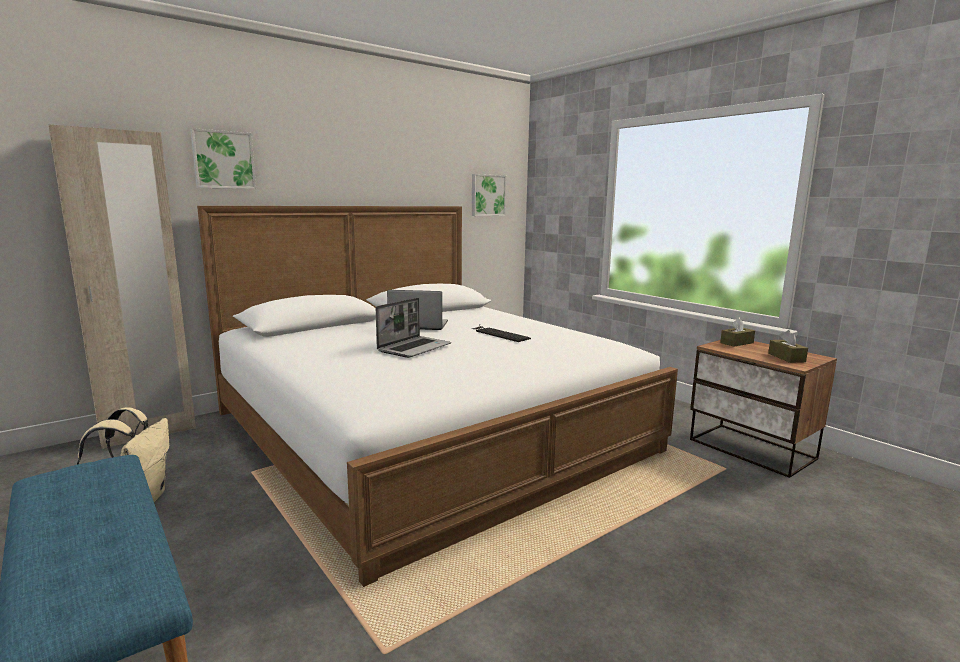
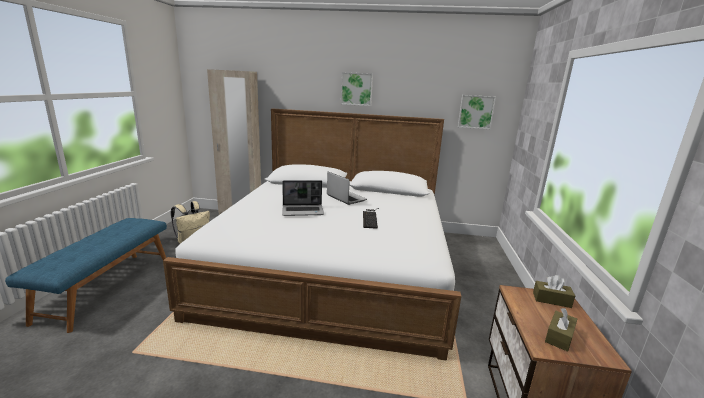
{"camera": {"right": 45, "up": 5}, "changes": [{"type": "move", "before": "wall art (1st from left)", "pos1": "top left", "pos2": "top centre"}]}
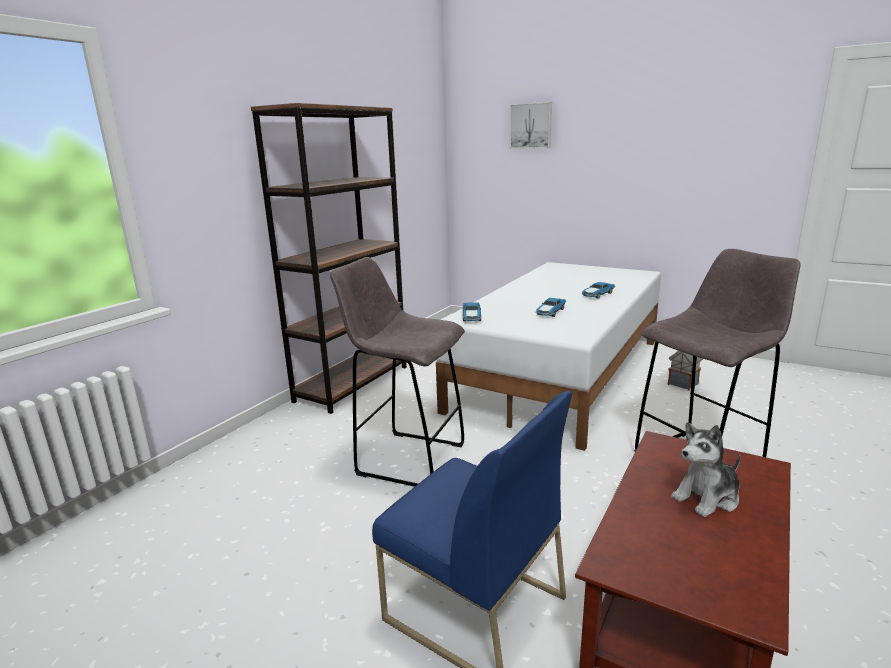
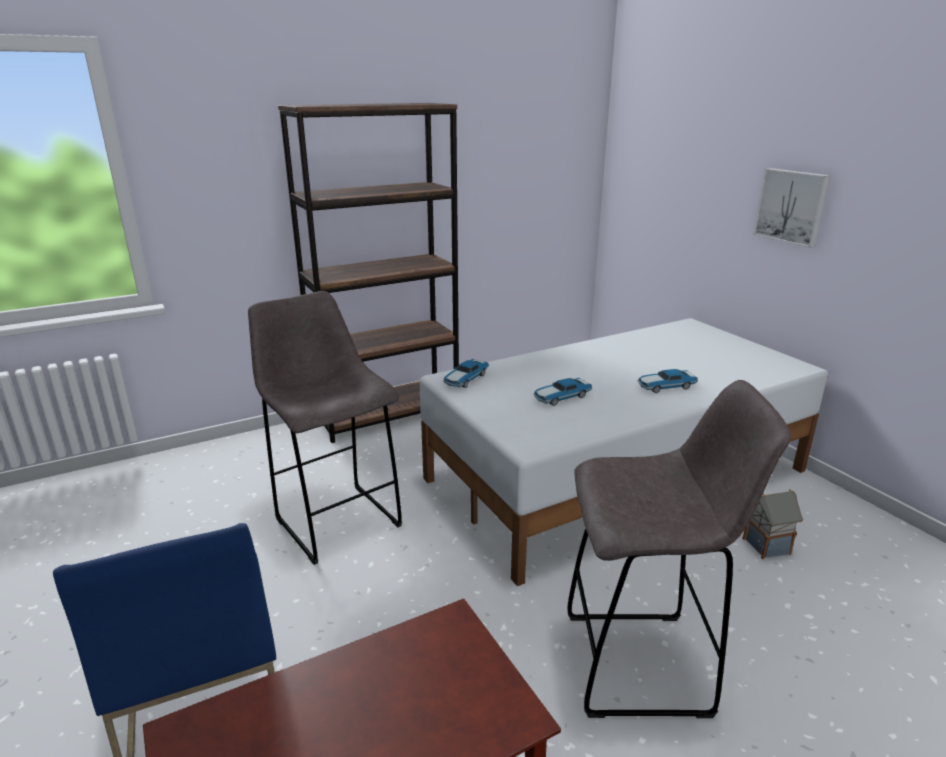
{"camera": {"right": 30, "up": 5}, "changes": [{"type": "move", "before": "wall art", "pos1": "top centre", "pos2": "top right"}, {"type": "delete", "before": "cuddly toy", "pos1": "bottom right"}]}
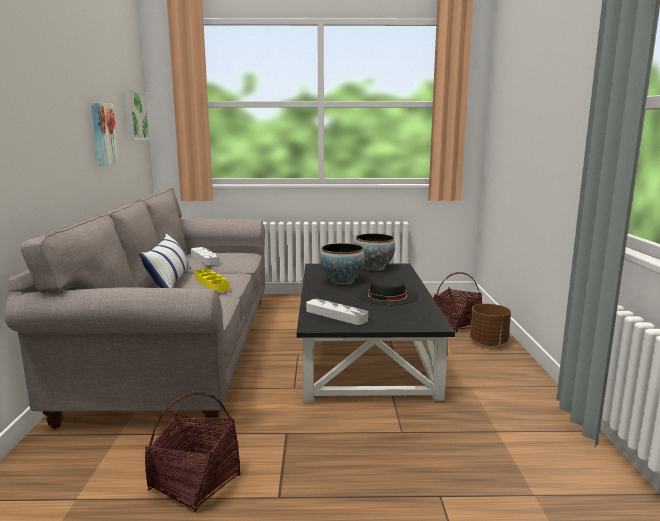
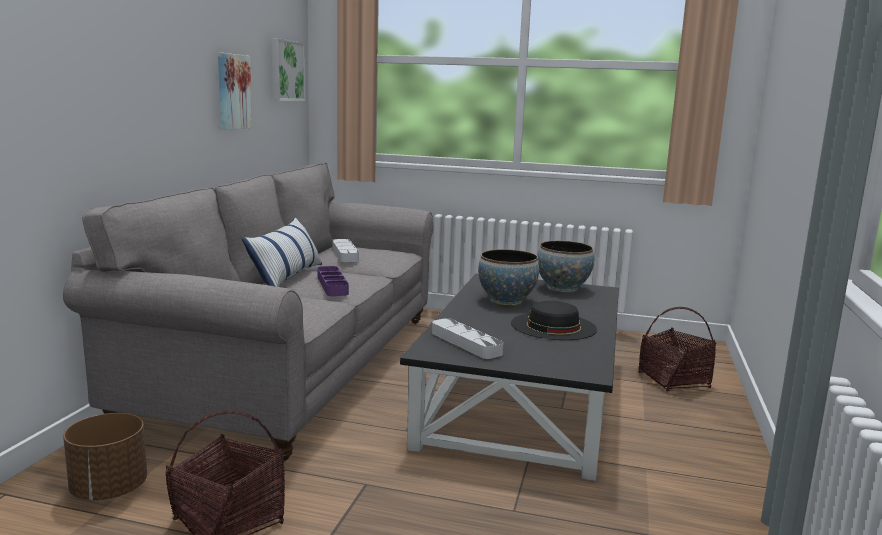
{"camera": {"right": 15, "up": 0}, "changes": [{"type": "move", "before": "flower pot/brownish", "pos1": "middle right", "pos2": "bottom left"}, {"type": "recolor", "before": "carrying tray/yellow", "after": "carrying tray/purple", "pos1": "middle left", "pos2": "centre"}]}
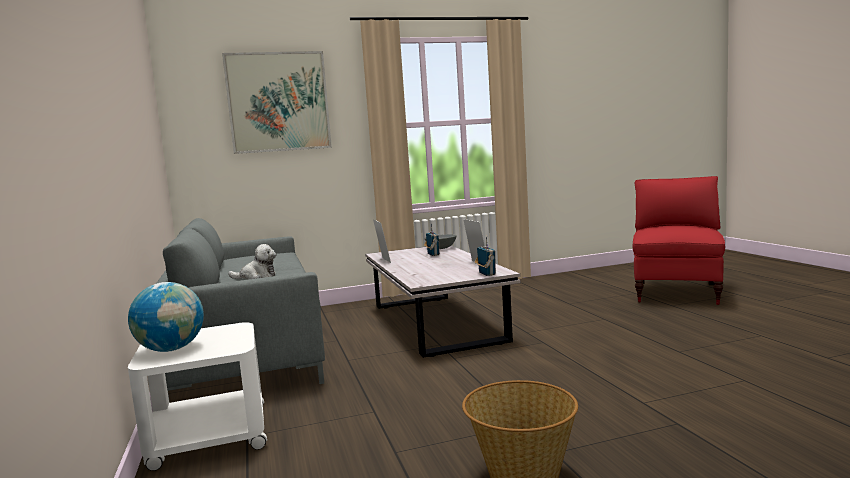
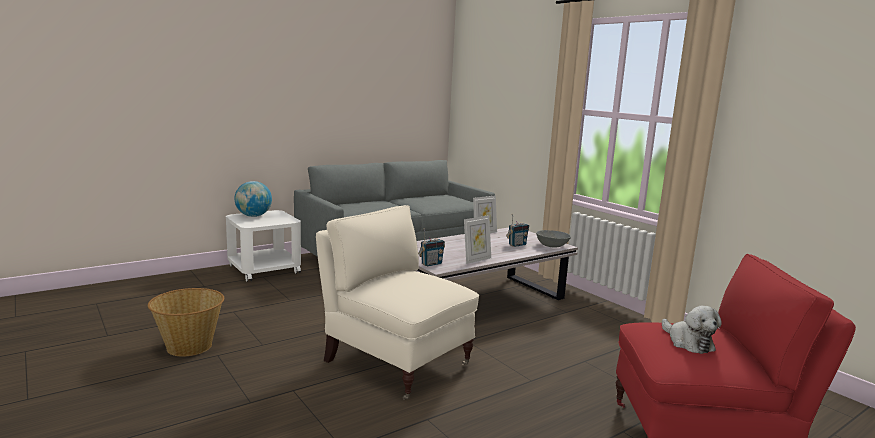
{"camera": {"right": 70, "up": 5}, "changes": [{"type": "insert", "after": "lounge chair/beige", "pos2": "bottom centre"}, {"type": "move", "before": "cuddly toy", "pos1": "middle left", "pos2": "bottom right"}, {"type": "delete", "before": "wall art", "pos1": "top left"}]}
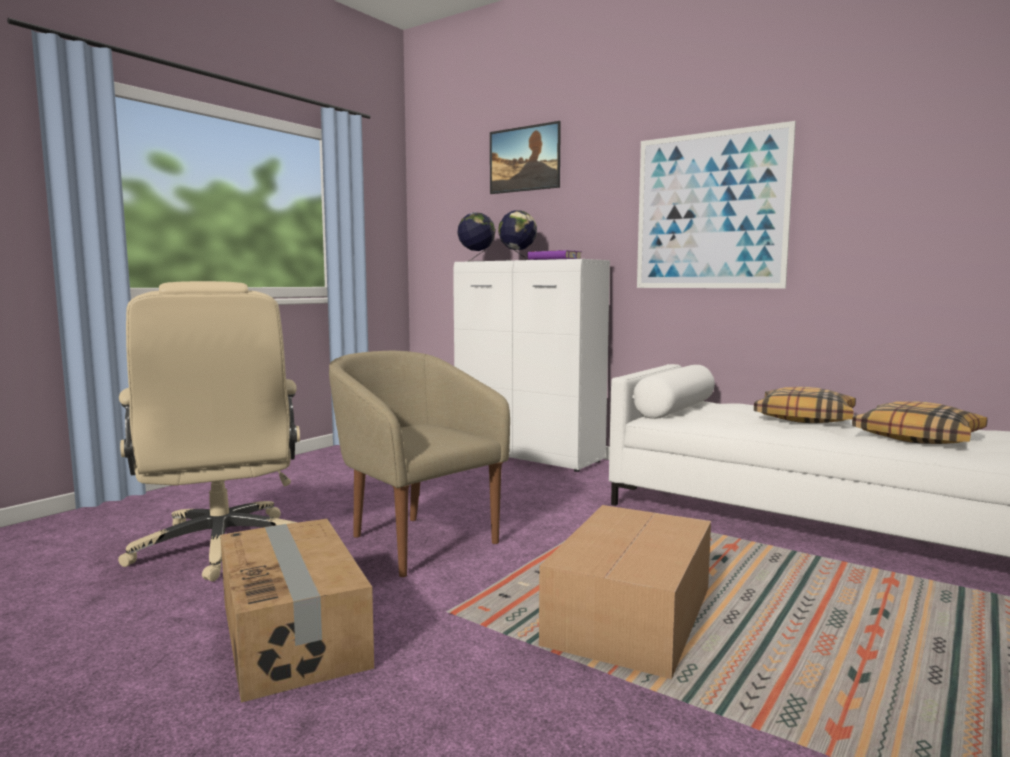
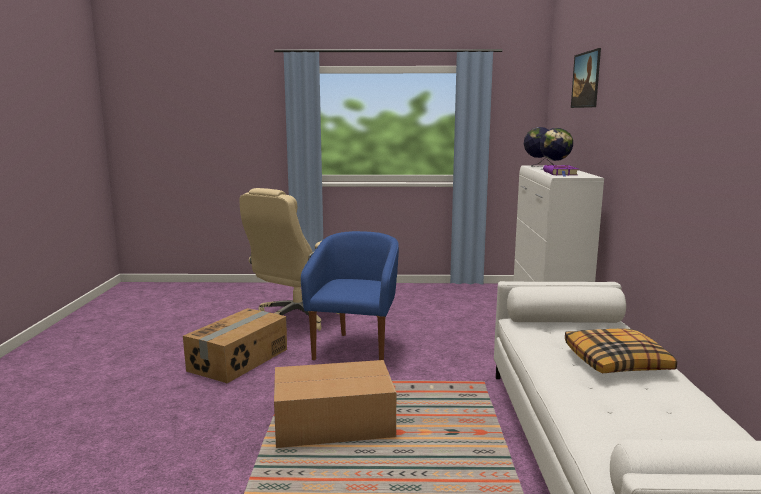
{"camera": {"right": 55, "up": 5}, "changes": [{"type": "recolor", "before": "lounge chair/beige", "after": "lounge chair/blue", "pos1": "centre", "pos2": "centre"}, {"type": "delete", "before": "wall art (2nd from left)", "pos1": "top right"}, {"type": "delete", "before": "pillow (2nd from left)", "pos1": "middle right"}]}
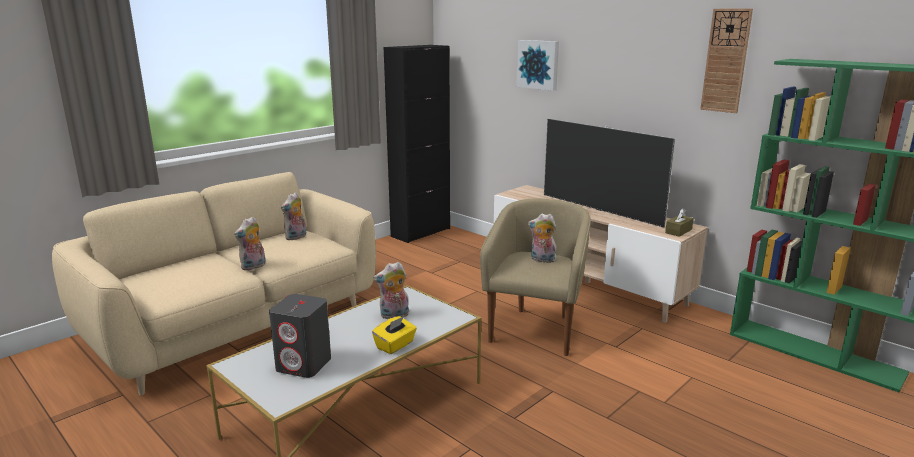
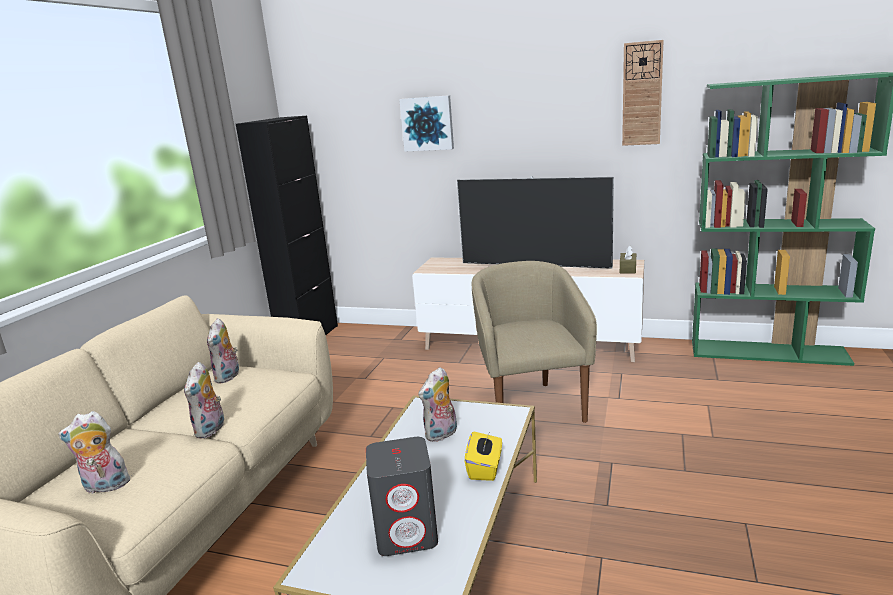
{"camera": {"right": -25, "up": 0}, "changes": [{"type": "move", "before": "cuddly toy (4th from left in the first image)", "after": "cuddly toy (1st from left)", "pos1": "centre", "pos2": "bottom left"}]}
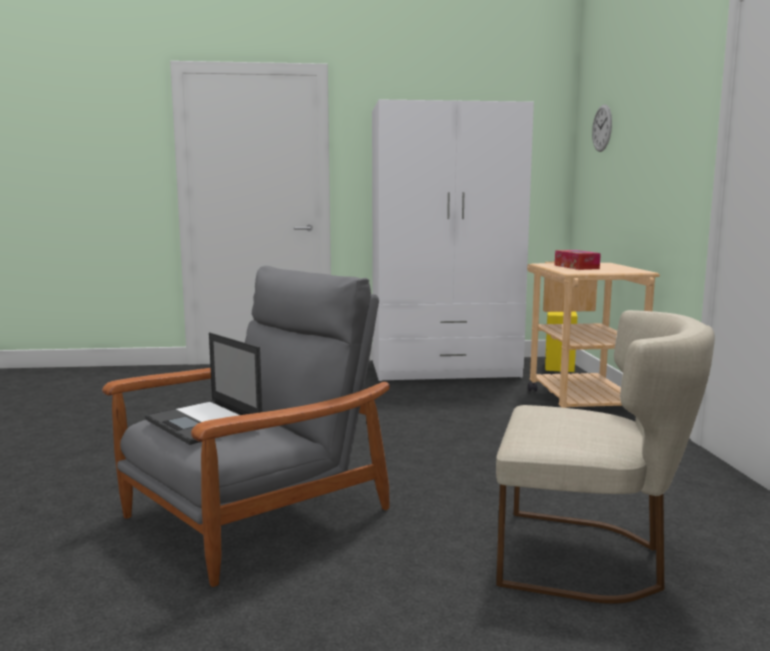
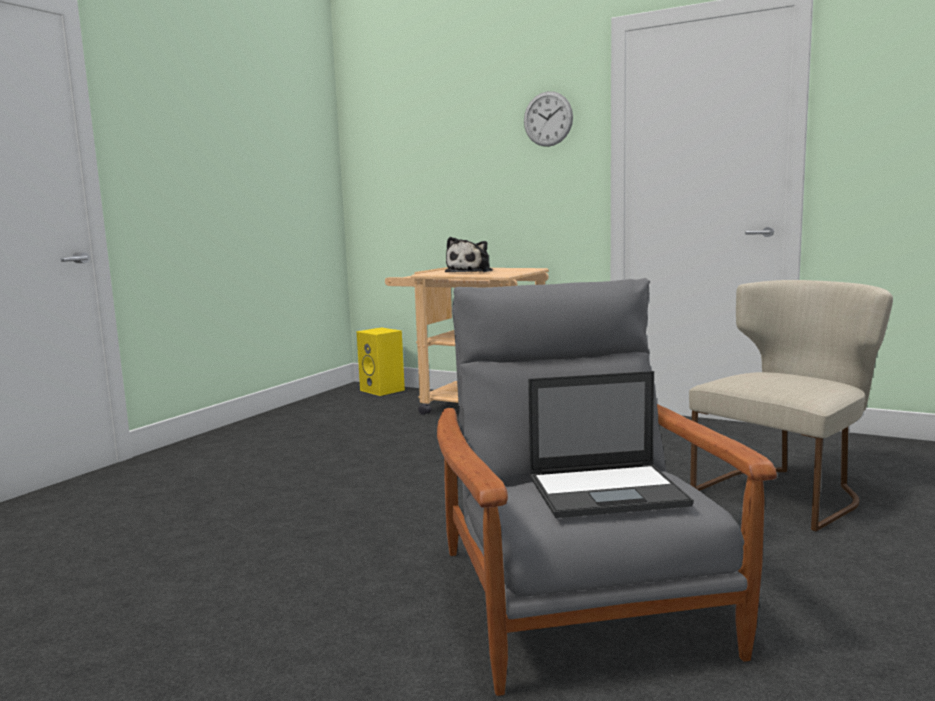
{"camera": {"right": -55, "up": 0}, "changes": [{"type": "replace", "before": "tissue holder", "after": "cuddly toy", "pos1": "middle right", "pos2": "centre"}, {"type": "move", "before": "clock on the wall", "pos1": "top right", "pos2": "top centre"}, {"type": "delete", "before": "clothes cupboard/whitish", "pos1": "centre"}]}
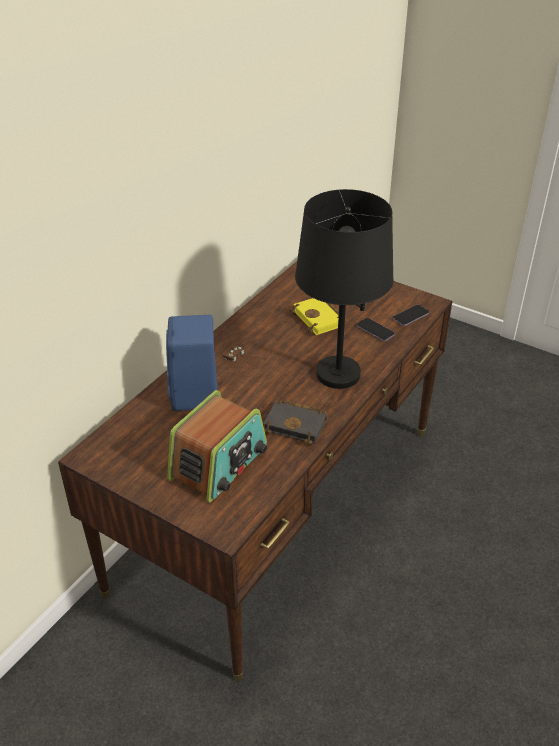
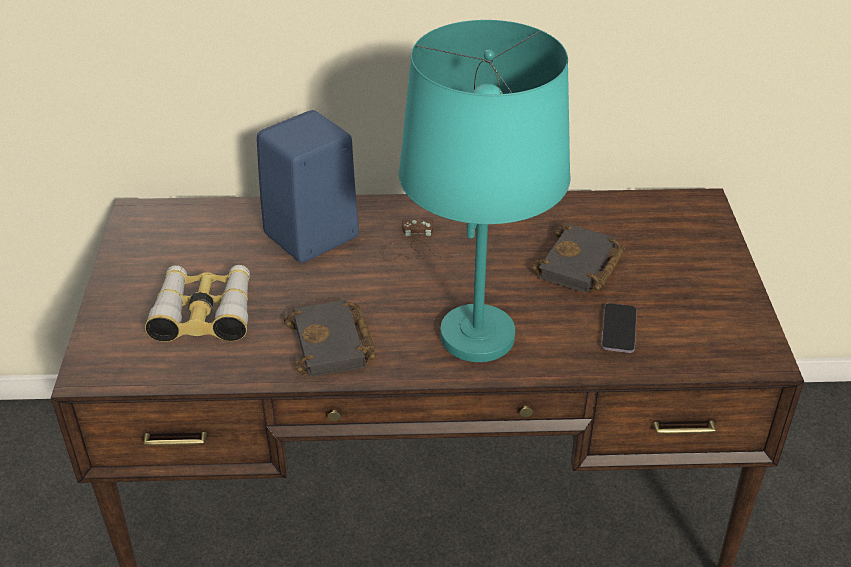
{"camera": {"right": 55, "up": 0}, "changes": [{"type": "replace", "before": "radio receiver", "after": "field glasses", "pos1": "centre", "pos2": "middle left"}, {"type": "recolor", "before": "tabletop lamp/black", "after": "tabletop lamp/turquoise", "pos1": "centre", "pos2": "centre"}, {"type": "recolor", "before": "bound book/yellow", "after": "bound book/black (2nd from left)", "pos1": "centre", "pos2": "middle right"}, {"type": "delete", "before": "phone (2nd from left)", "pos1": "middle right"}]}
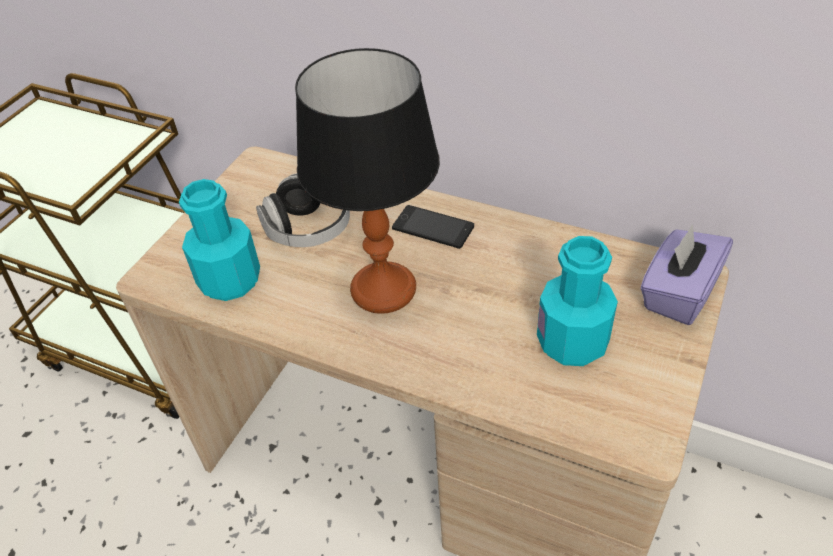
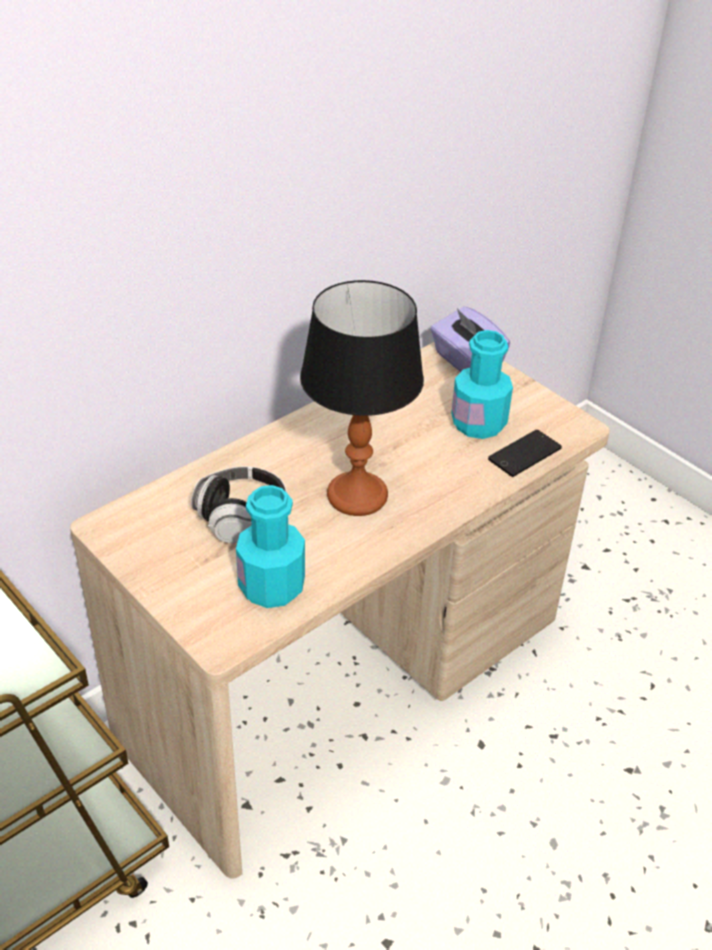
{"camera": {"right": -70, "up": -5}, "changes": [{"type": "move", "before": "phone", "pos1": "centre", "pos2": "middle right"}]}
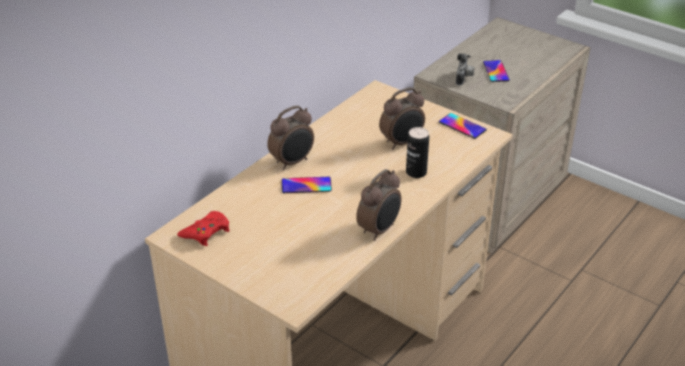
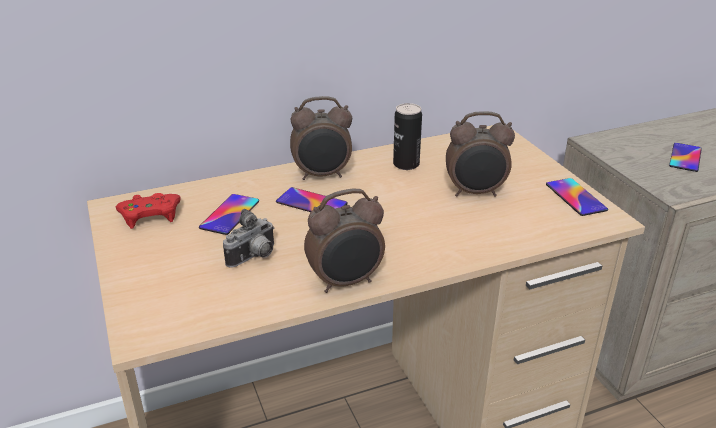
{"camera": {"right": 30, "up": -5}, "changes": [{"type": "insert", "after": "phone (1st from left)", "pos2": "middle left"}, {"type": "move", "before": "still camera", "pos1": "top right", "pos2": "centre"}, {"type": "move", "before": "metal can", "pos1": "centre", "pos2": "top centre"}]}
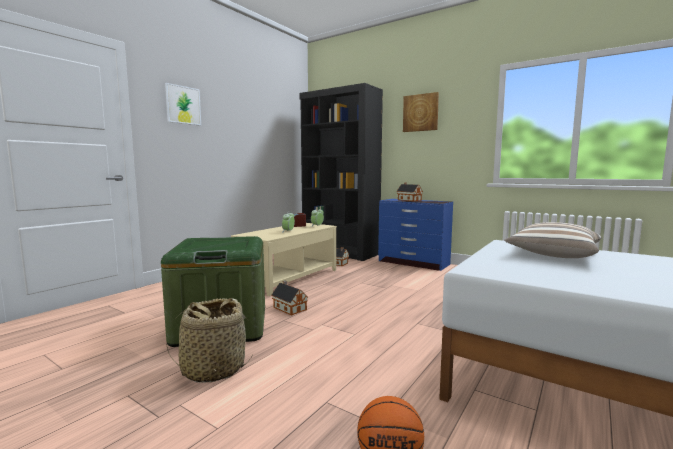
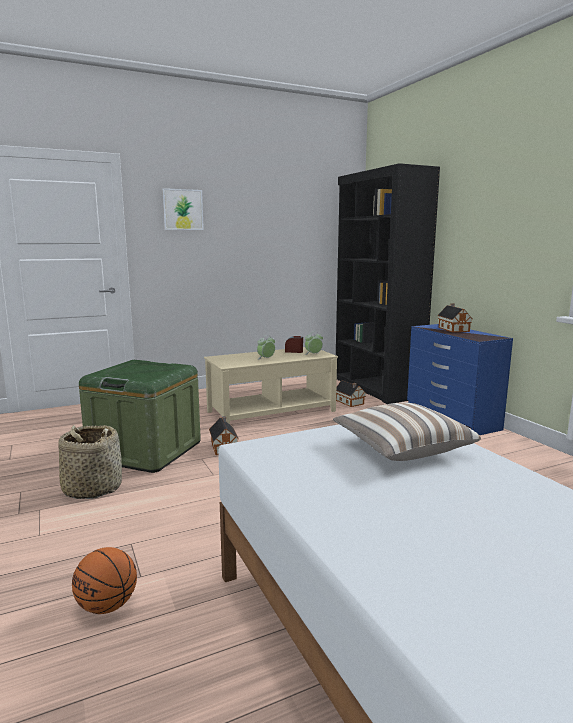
{"camera": {"right": 30, "up": 5}, "changes": [{"type": "delete", "before": "wall art (2nd from left)", "pos1": "top centre"}]}
